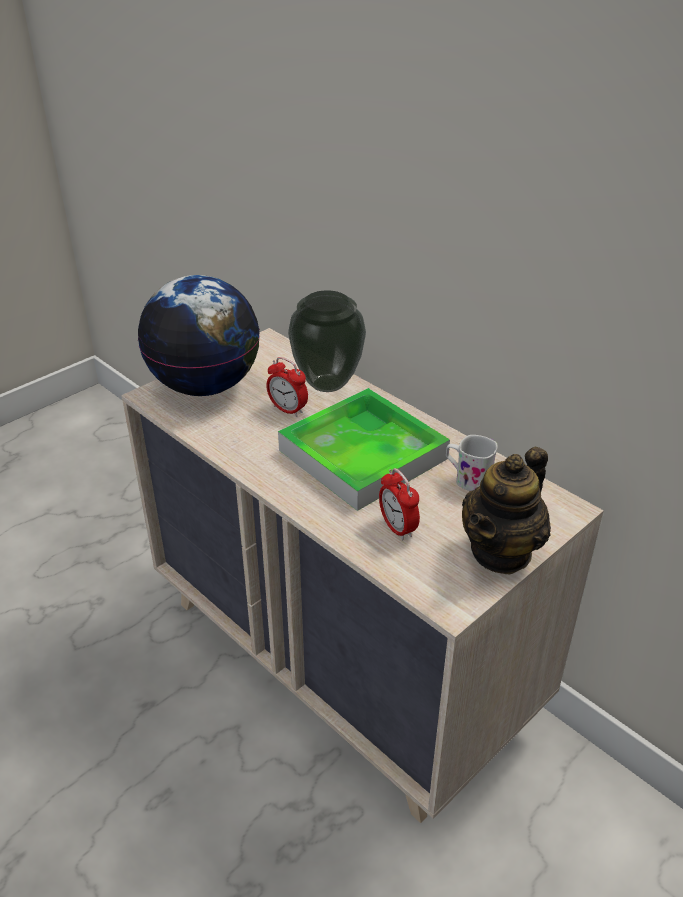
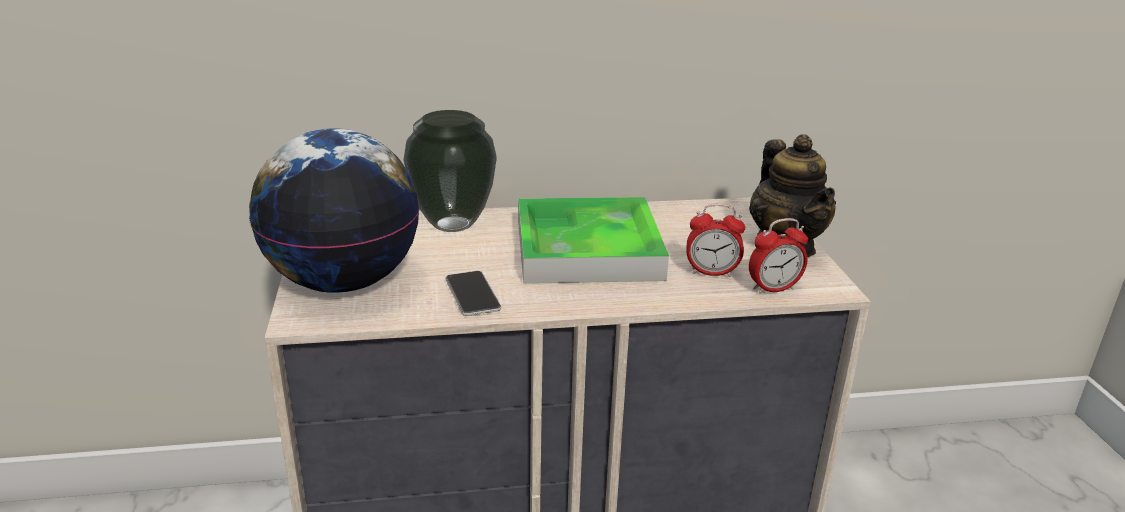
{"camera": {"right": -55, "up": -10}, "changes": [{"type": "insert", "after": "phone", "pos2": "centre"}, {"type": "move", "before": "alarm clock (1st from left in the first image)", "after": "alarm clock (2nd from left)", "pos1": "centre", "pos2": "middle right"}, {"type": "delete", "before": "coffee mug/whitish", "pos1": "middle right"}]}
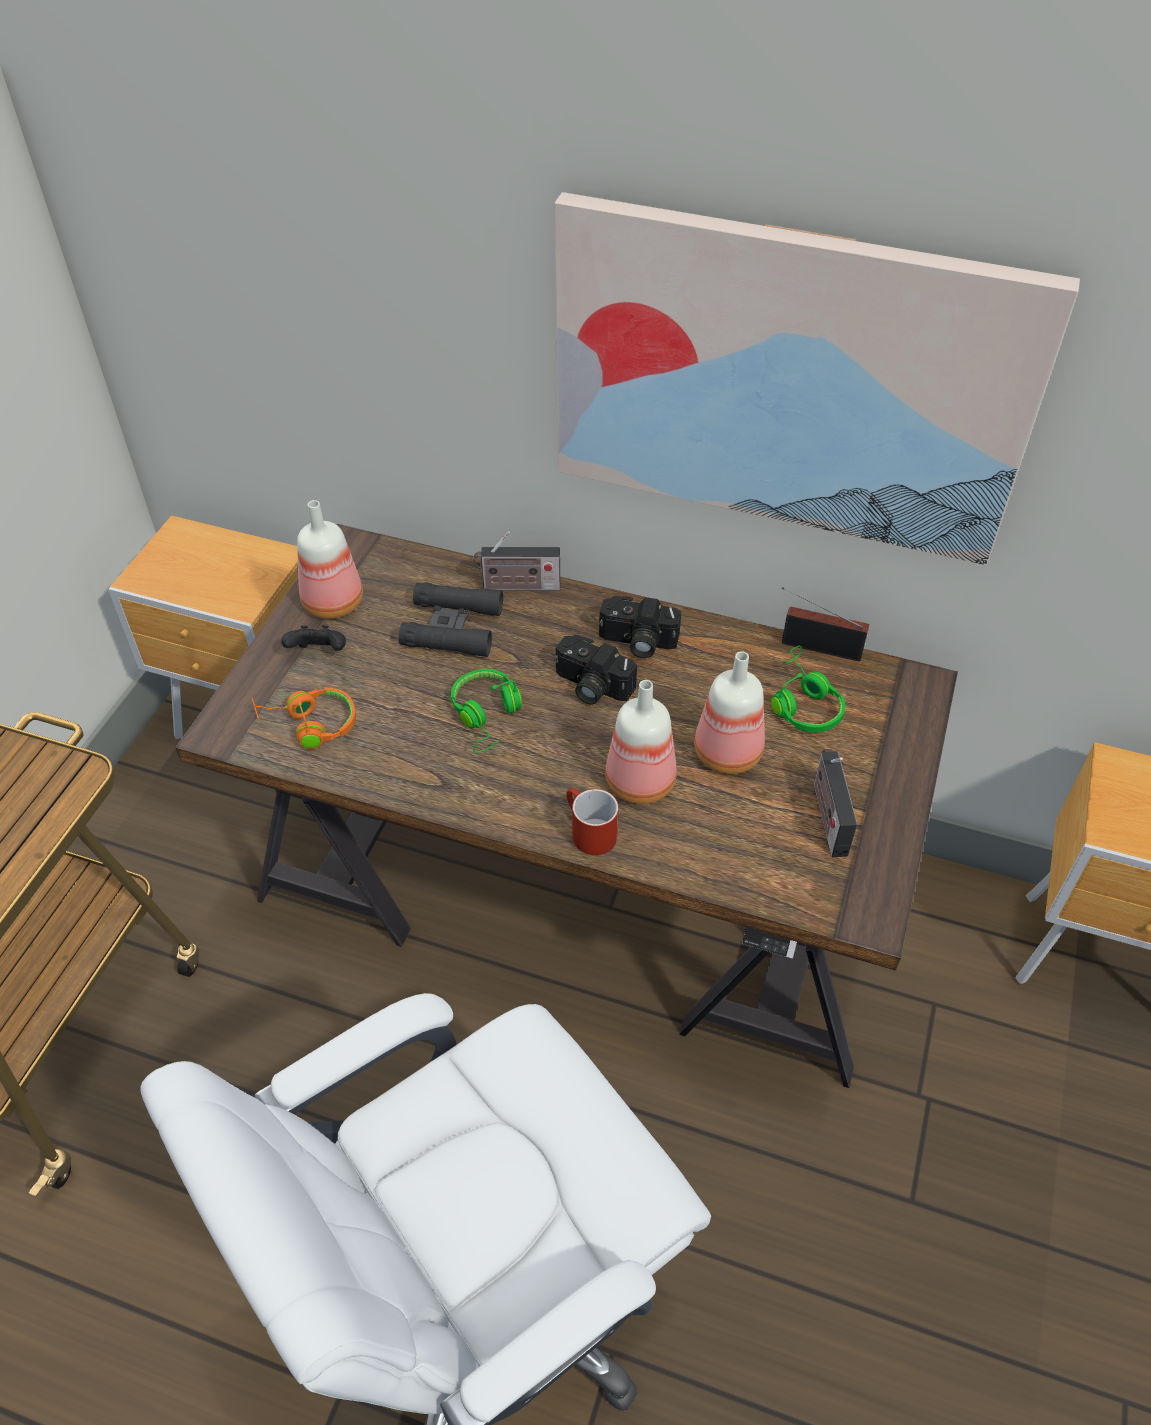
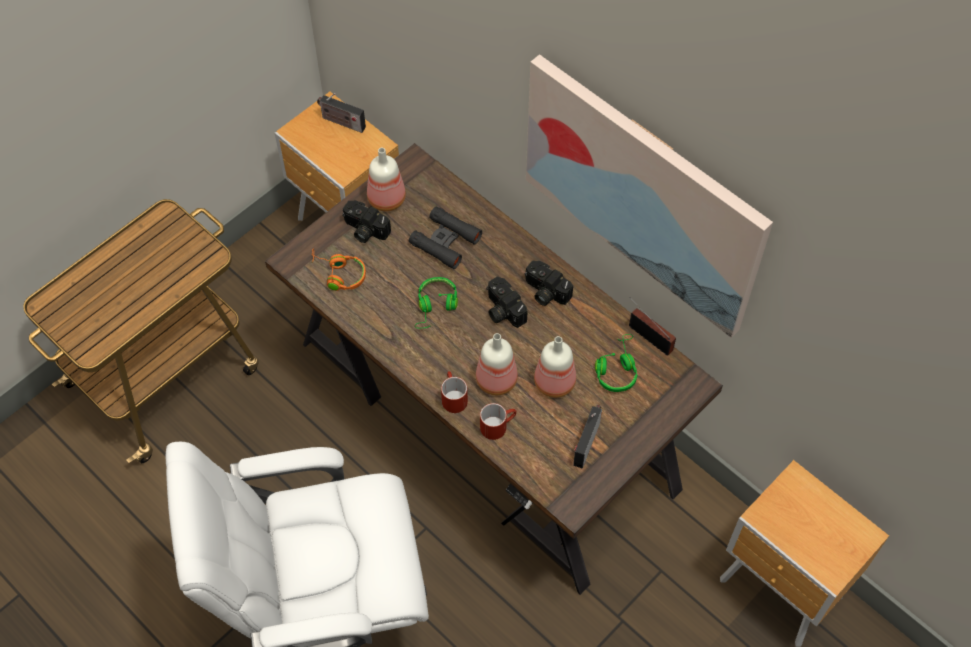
{"camera": {"right": 25, "up": 10}, "changes": [{"type": "move", "before": "radio receiver (1st from left)", "pos1": "centre", "pos2": "top centre"}, {"type": "replace", "before": "gamepad/black", "after": "still camera (1st from left)", "pos1": "middle left", "pos2": "centre"}, {"type": "insert", "after": "coffee mug/red-coloured (2nd from left)", "pos2": "centre"}]}
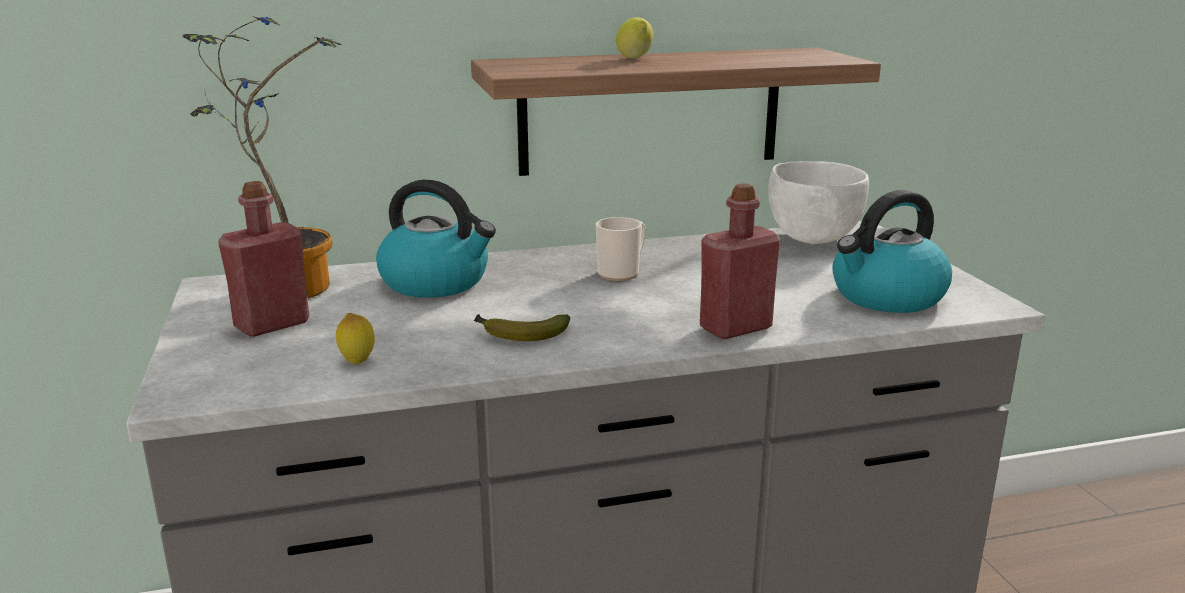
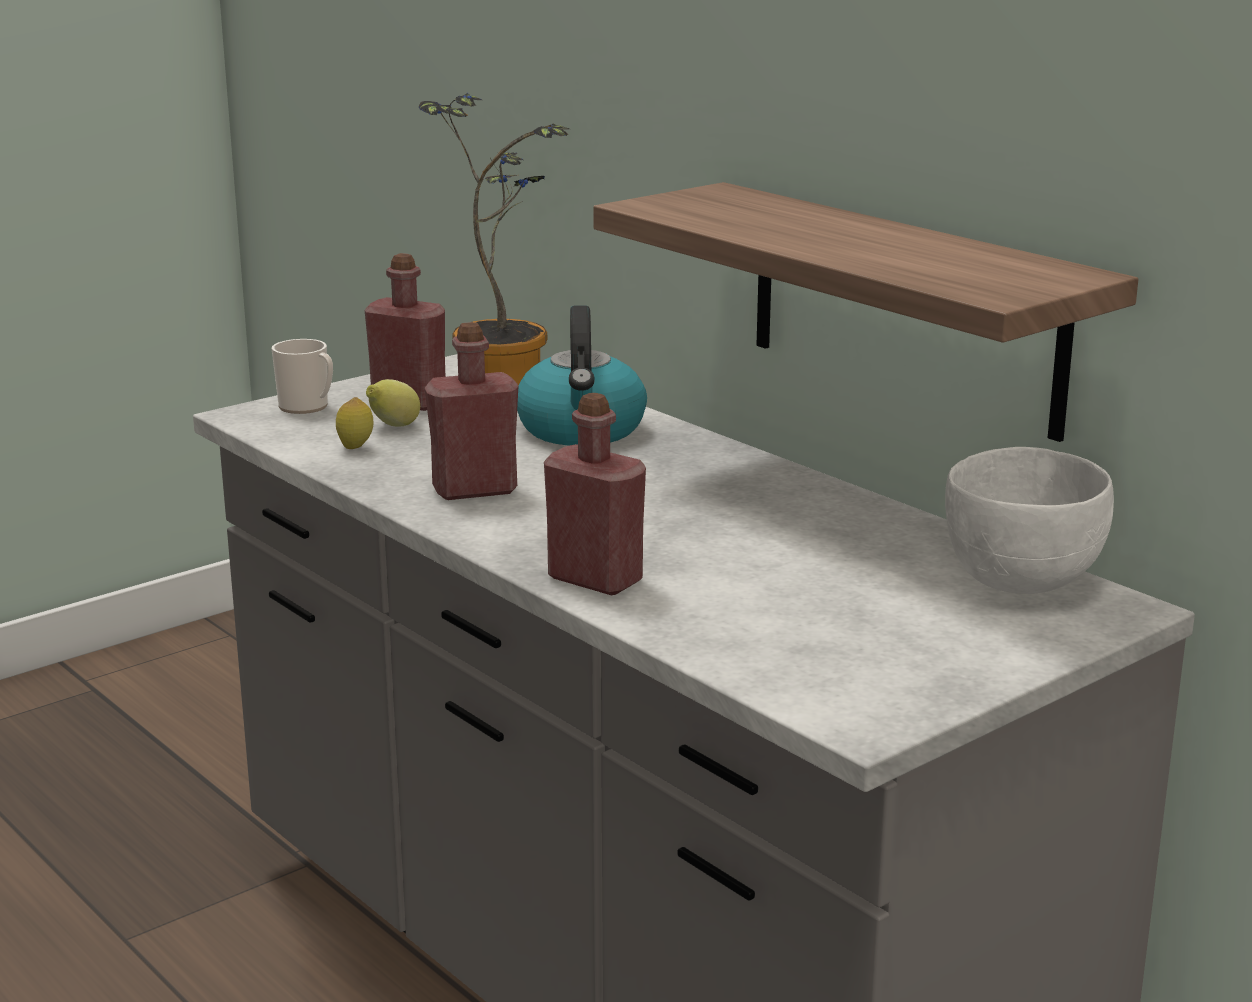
{"camera": {"right": 65, "up": 0}, "changes": [{"type": "move", "before": "coffee mug", "pos1": "centre", "pos2": "middle left"}, {"type": "move", "before": "citrus fruit (2nd from left)", "pos1": "top centre", "pos2": "middle left"}, {"type": "replace", "before": "whole banana", "after": "beverage bottle/red-coloured (2nd from left)", "pos1": "centre", "pos2": "centre"}, {"type": "delete", "before": "water kettle (2nd from left)", "pos1": "middle right"}]}
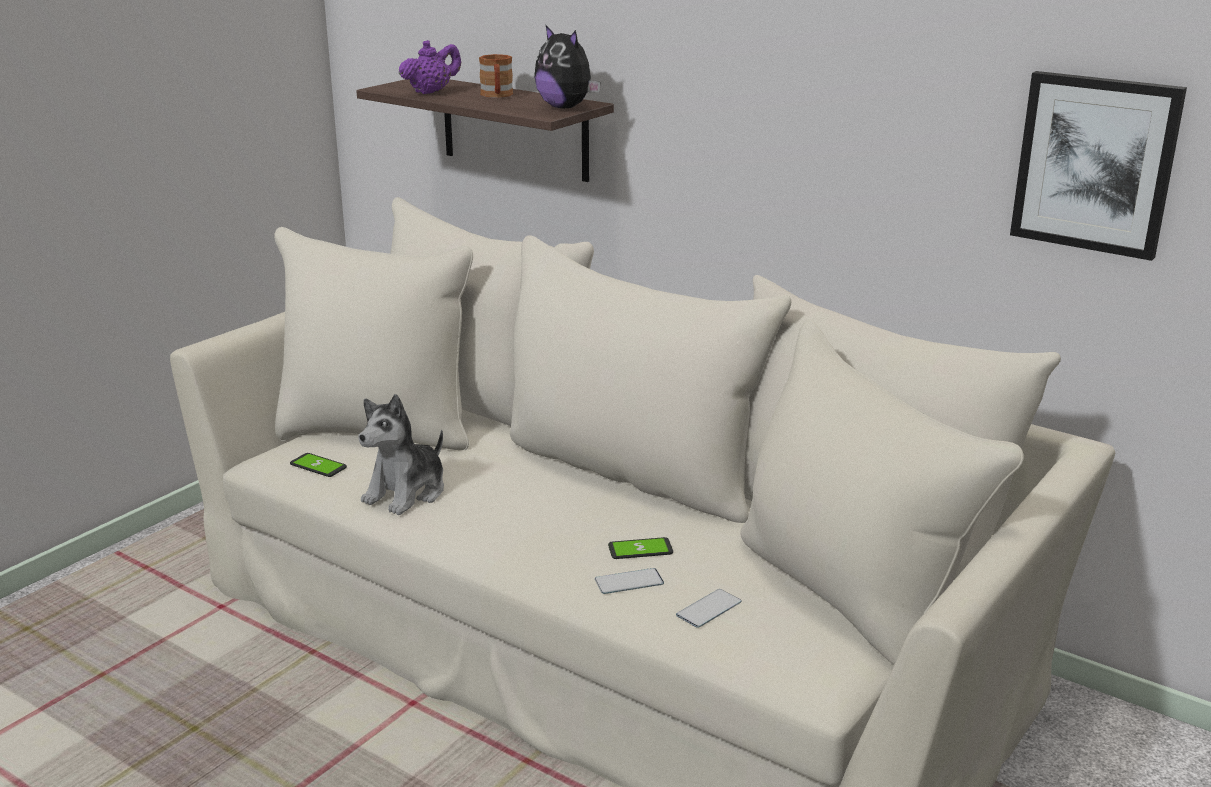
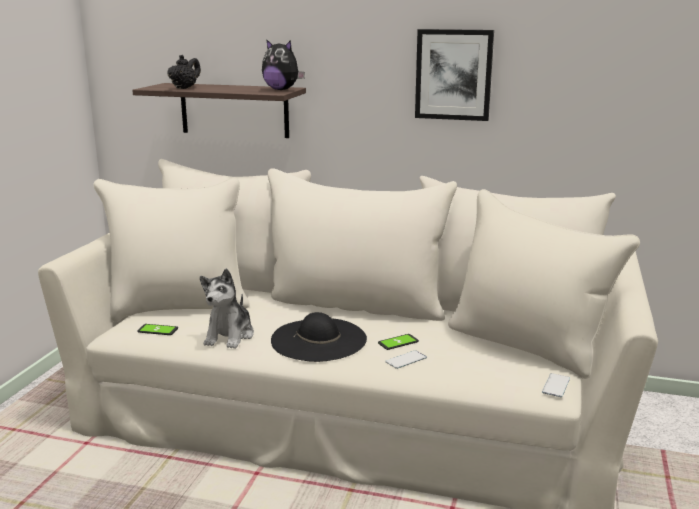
{"camera": {"right": -20, "up": -5}, "changes": [{"type": "recolor", "before": "pot for tea/purple", "after": "pot for tea/black", "pos1": "top centre", "pos2": "top left"}, {"type": "insert", "after": "clothing hat/black", "pos2": "centre"}, {"type": "move", "before": "wall art", "pos1": "top right", "pos2": "top centre"}, {"type": "move", "before": "phone (4th from left)", "pos1": "bottom centre", "pos2": "bottom right"}, {"type": "delete", "before": "coffee mug/brownish", "pos1": "top centre"}]}
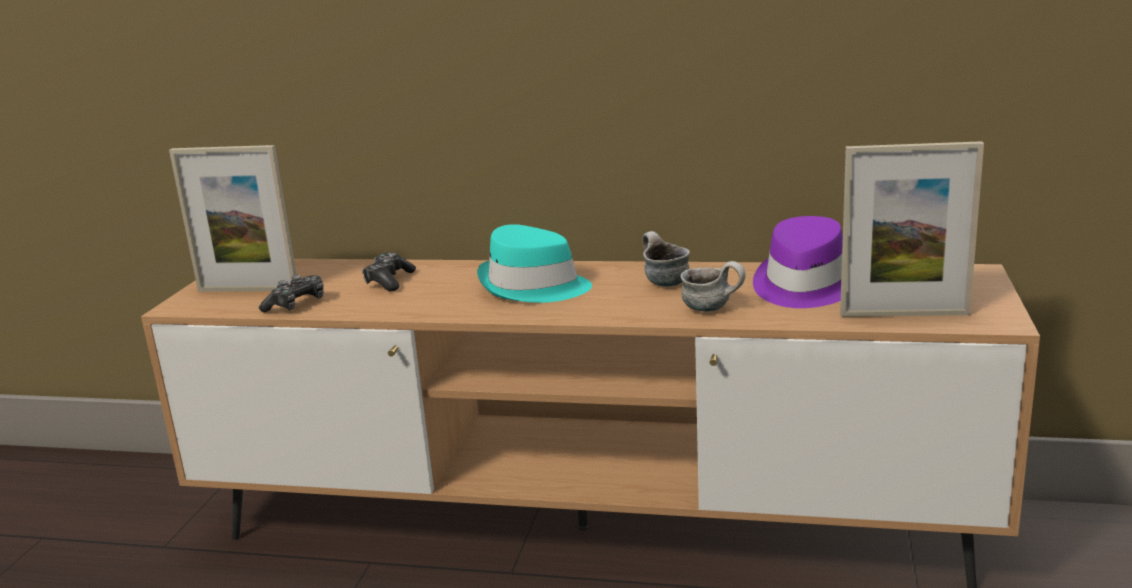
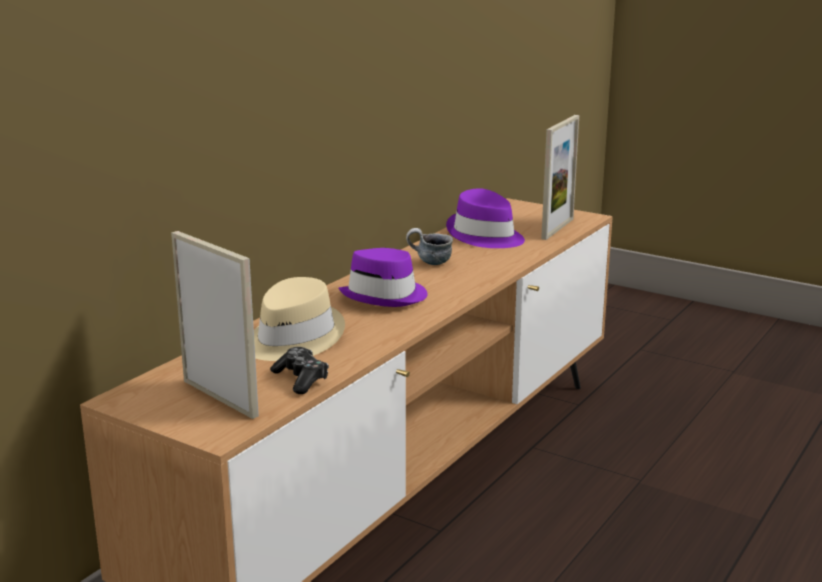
{"camera": {"right": -70, "up": 0}, "changes": [{"type": "rotate", "before": "picture frame (1st from left)", "pos1": "middle left", "pos2": "middle left", "turn": -75}, {"type": "replace", "before": "gamepad (2nd from left)", "after": "clothing hat/beige", "pos1": "centre", "pos2": "centre"}, {"type": "recolor", "before": "clothing hat/turquoise", "after": "clothing hat/purple (1st from left)", "pos1": "centre", "pos2": "centre"}, {"type": "delete", "before": "coffee mug (2nd from left)", "pos1": "centre"}]}
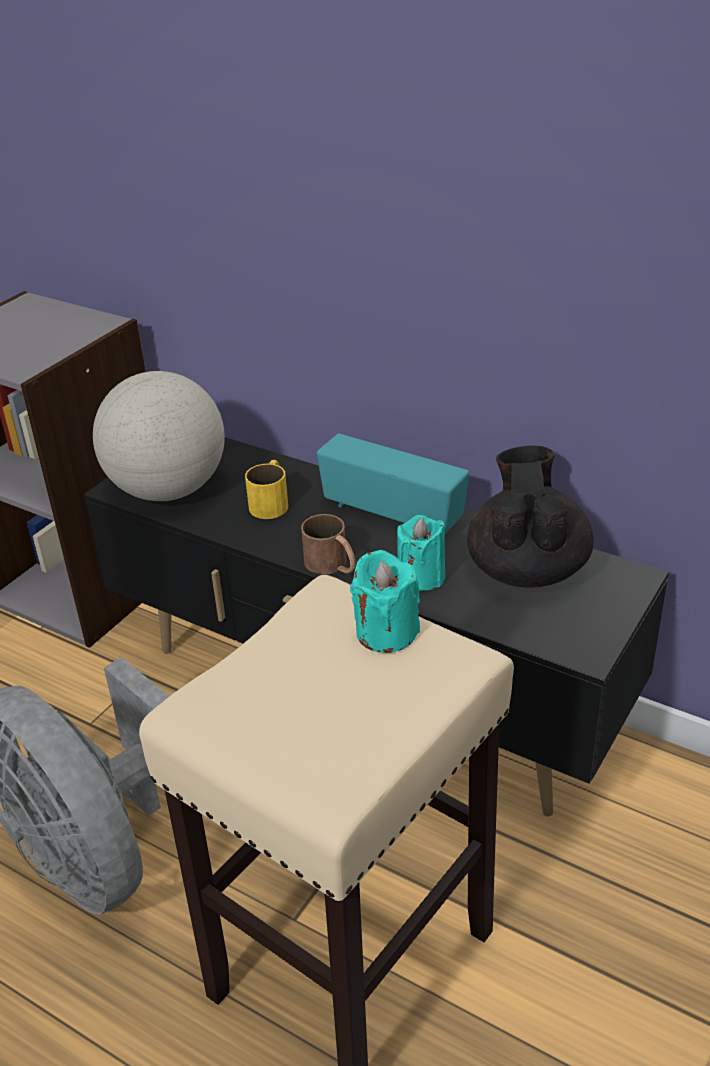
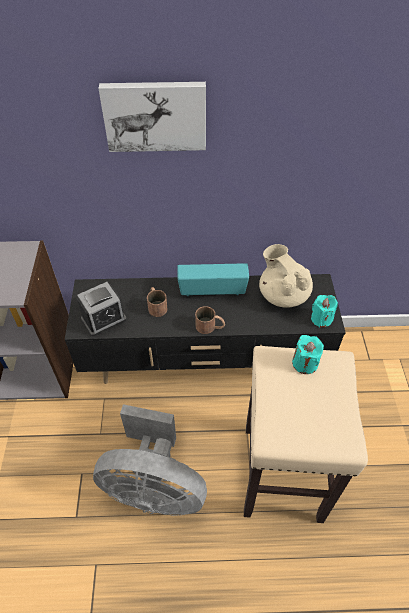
{"camera": {"right": -35, "up": 15}, "changes": [{"type": "replace", "before": "world globe", "after": "alarm clock", "pos1": "middle left", "pos2": "middle left"}, {"type": "insert", "after": "wall art", "pos2": "top centre"}, {"type": "recolor", "before": "coffee mug/yellow", "after": "coffee mug/brownish (1st from left)", "pos1": "centre", "pos2": "centre"}, {"type": "recolor", "before": "pot for tea/black", "after": "pot for tea/beige", "pos1": "middle right", "pos2": "middle right"}, {"type": "move", "before": "wax candle/turquoise (2nd from left)", "pos1": "centre", "pos2": "middle right"}]}
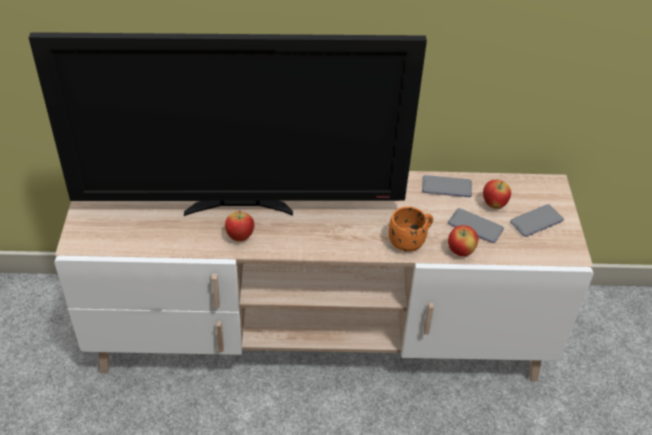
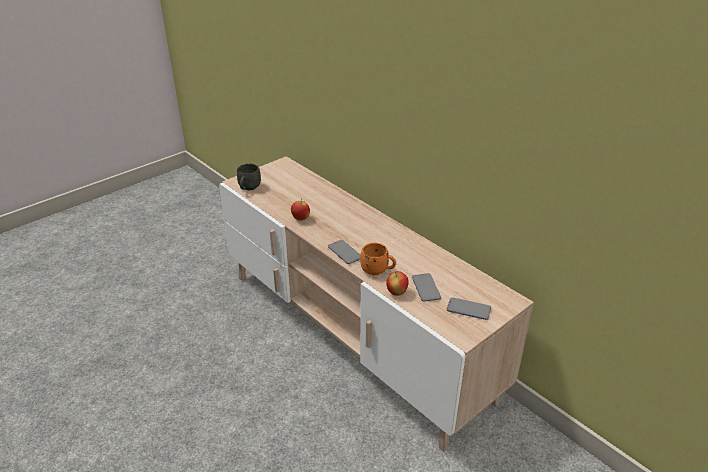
{"camera": {"right": 50, "up": -10}, "changes": [{"type": "insert", "after": "coffee mug/grey", "pos2": "centre"}, {"type": "move", "before": "phone (1st from left)", "pos1": "middle right", "pos2": "centre"}, {"type": "delete", "before": "TV", "pos1": "top centre"}, {"type": "delete", "before": "apple (3rd from left)", "pos1": "middle right"}]}
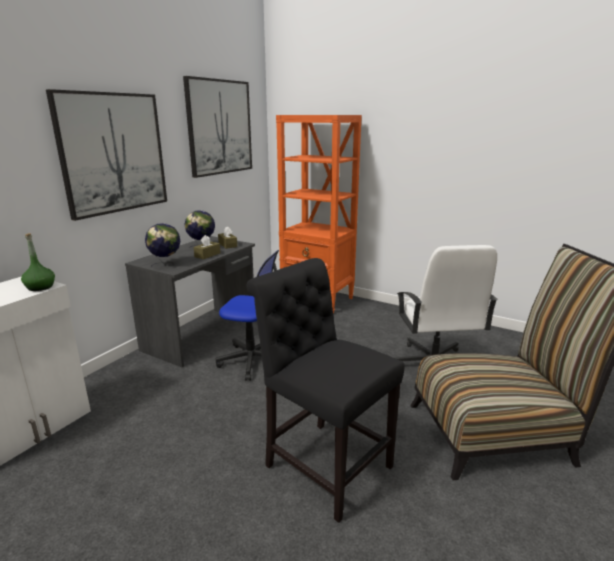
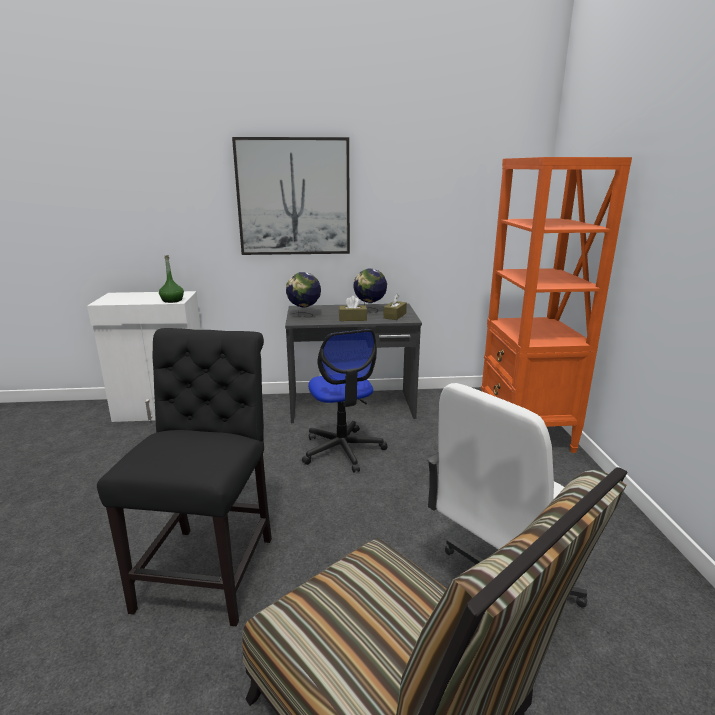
{"camera": {"right": 55, "up": 0}, "changes": [{"type": "delete", "before": "wall art (2nd from left)", "pos1": "top centre"}]}
